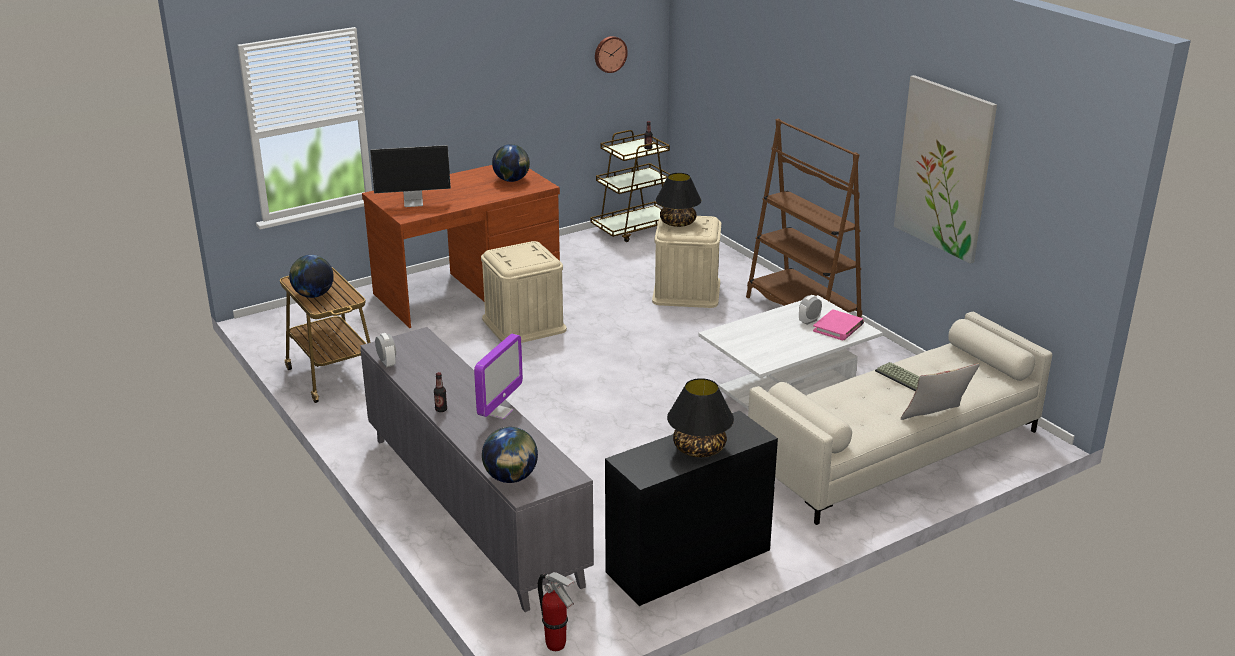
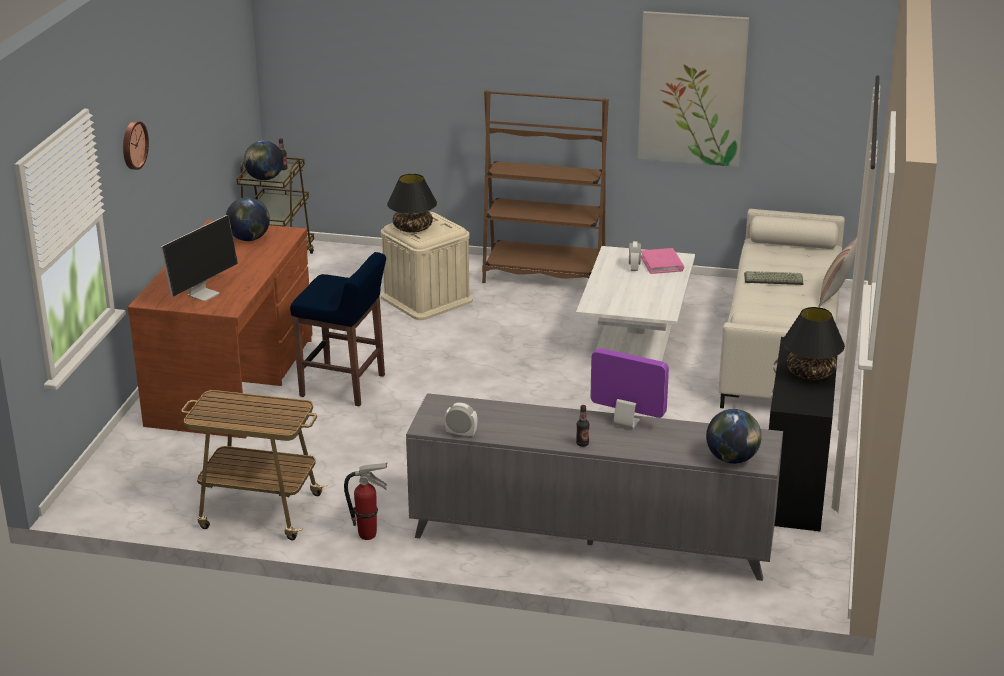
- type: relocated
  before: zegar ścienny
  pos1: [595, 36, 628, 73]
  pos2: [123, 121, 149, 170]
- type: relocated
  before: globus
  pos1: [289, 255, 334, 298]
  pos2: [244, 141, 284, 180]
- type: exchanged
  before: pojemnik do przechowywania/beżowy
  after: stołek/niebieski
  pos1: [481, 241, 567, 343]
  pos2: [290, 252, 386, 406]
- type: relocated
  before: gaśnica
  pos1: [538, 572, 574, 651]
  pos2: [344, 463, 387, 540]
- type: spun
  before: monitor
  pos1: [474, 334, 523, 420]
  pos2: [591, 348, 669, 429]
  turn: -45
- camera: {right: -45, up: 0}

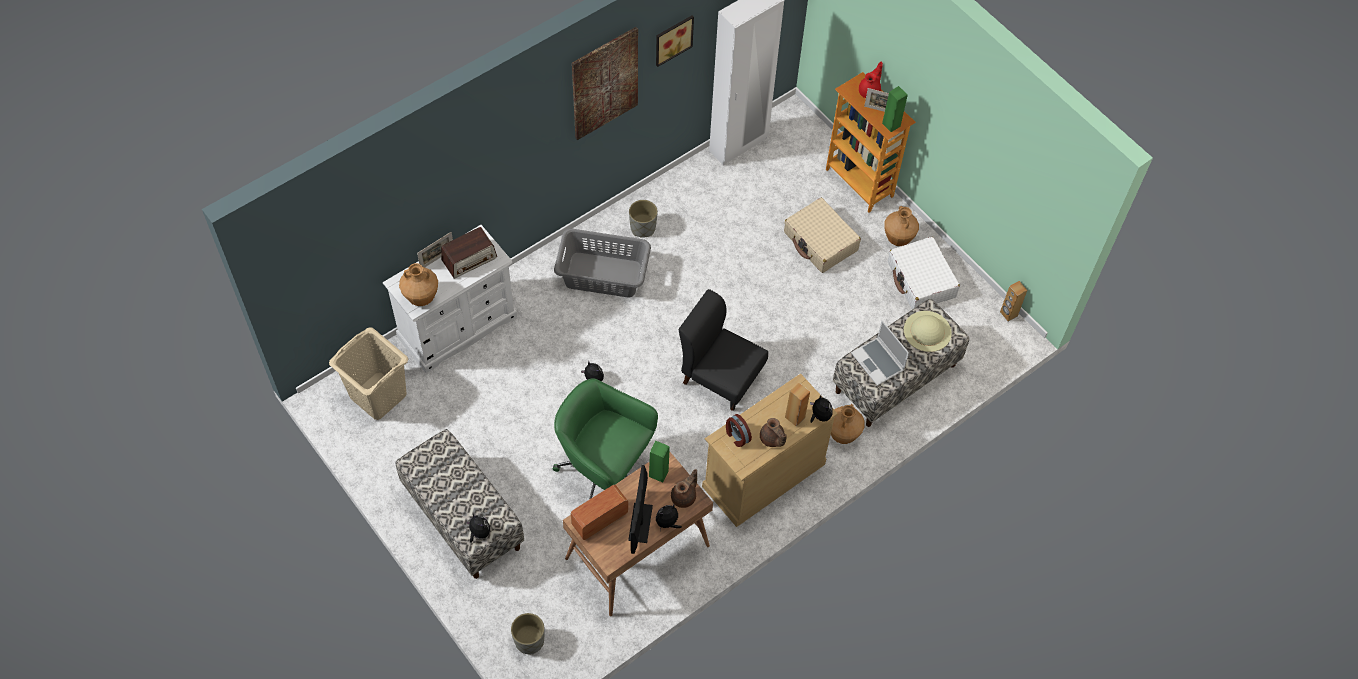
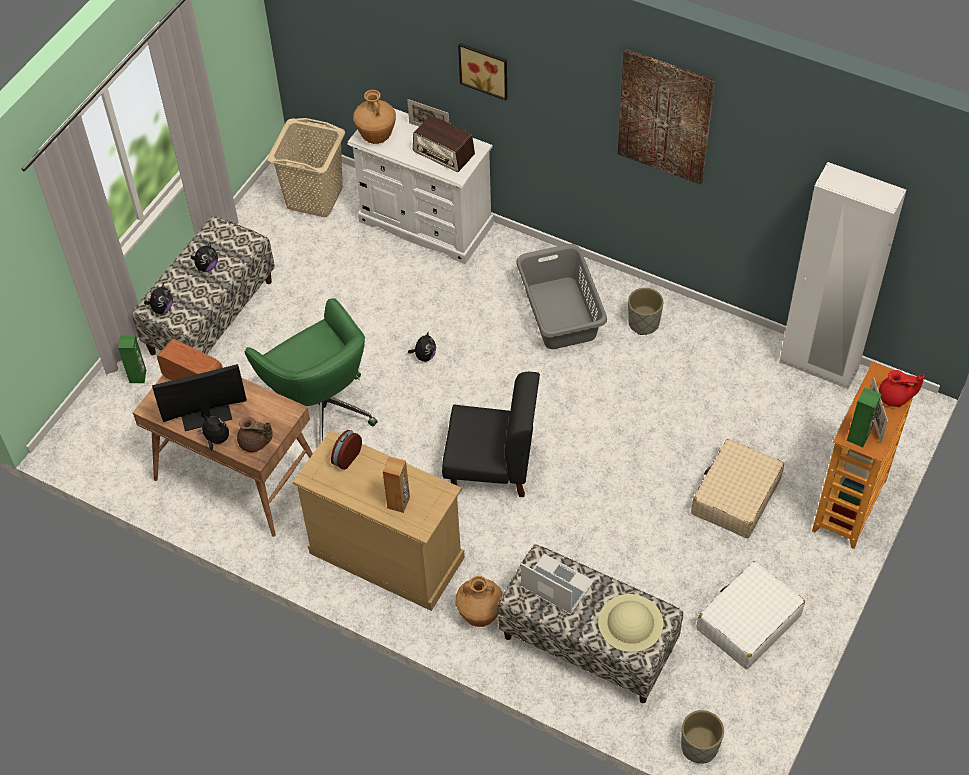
- type: relocated
  before: głośnik/zielony
  pos1: [649, 440, 670, 483]
  pos2: [118, 335, 146, 383]
- type: relocated
  before: pluszak
  pos1: [810, 395, 833, 423]
  pos2: [191, 242, 218, 272]
- type: spun
  before: krzesło biurowe/zielony
  pos1: [552, 378, 658, 500]
  pos2: [245, 298, 378, 443]
  turn: 135
- type: spun
  before: krzesło/czarny
  pos1: [679, 289, 768, 411]
  pos2: [442, 372, 540, 497]
  turn: 90
- type: relocated
  before: obraz
  pos1: [656, 15, 694, 67]
  pos2: [458, 43, 507, 100]
- type: spun
  before: laptop
  pos1: [851, 320, 909, 386]
  pos2: [521, 554, 594, 615]
  turn: 90
- type: relocated
  before: donica/szary
  pos1: [511, 613, 545, 655]
  pos2: [681, 710, 724, 764]
- type: missing
  before: imbryk/brązowy
  pos1: [760, 418, 787, 447]
- type: missing
  before: wazon/brązowy
  pos1: [884, 206, 919, 246]
- type: missing
  before: głośnik/brązowy
  pos1: [1000, 281, 1027, 321]
- camera: {right: 70, up: -5}

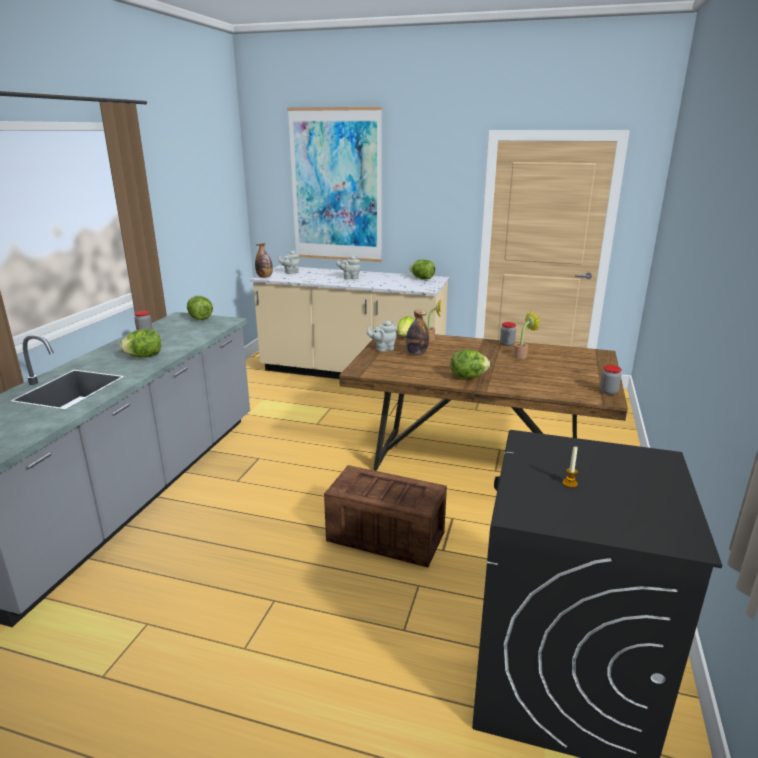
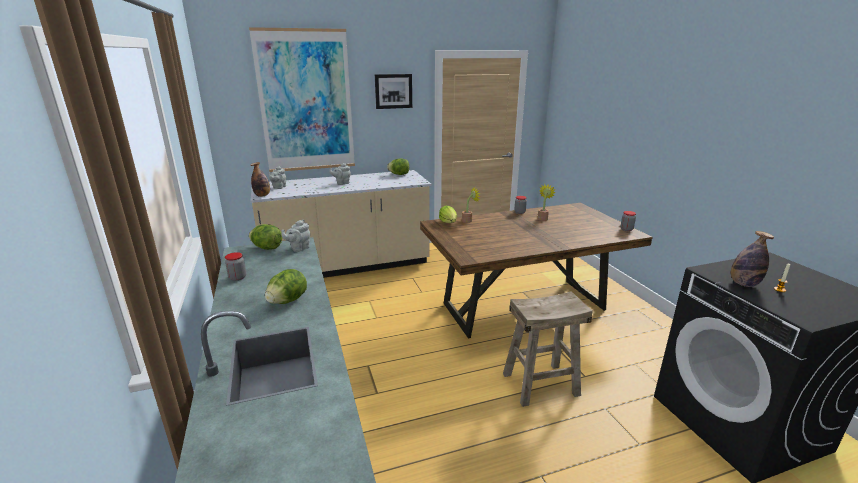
- type: relocated
  before: imbryk/szary
  pos1: [367, 321, 397, 352]
  pos2: [282, 219, 310, 252]
- type: appeared
  after: obraz
  pos2: [375, 74, 412, 109]
- type: exchanged
  before: skrzynka
  after: stołek/beżowy
  pos1: [324, 465, 447, 567]
  pos2: [503, 291, 593, 407]
- type: relocated
  before: butelka
  pos1: [406, 309, 429, 355]
  pos2: [731, 231, 774, 287]
- type: missing
  before: sałata
  pos1: [451, 350, 490, 379]
- camera: {right: -35, up: 0}

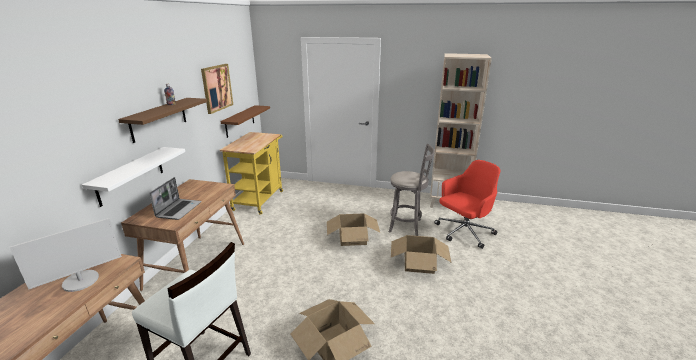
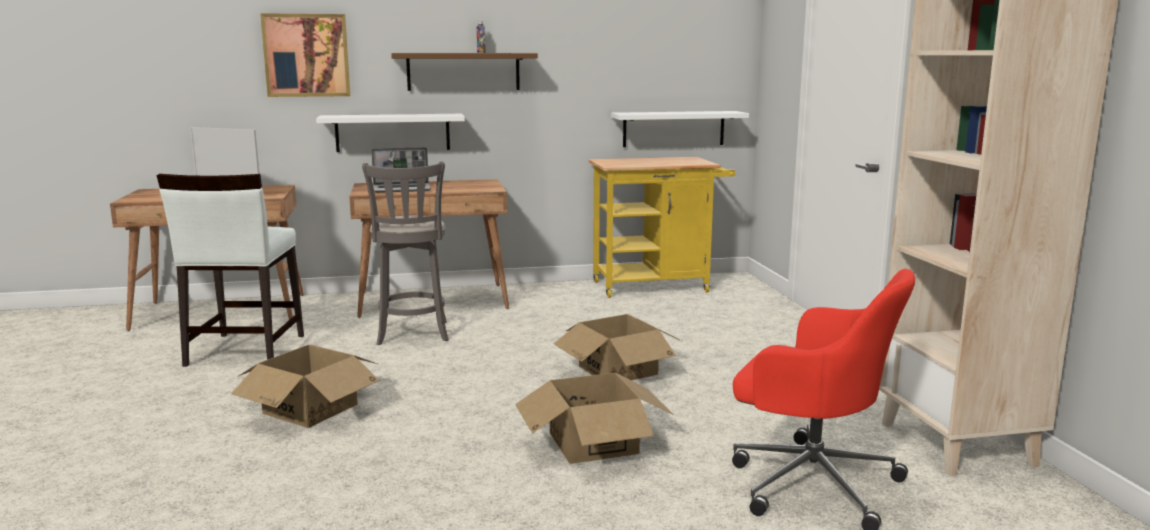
- type: relocated
  before: obraz
  pos1: [201, 64, 233, 114]
  pos2: [260, 13, 350, 97]
- type: relocated
  before: stołek/szary
  pos1: [389, 144, 435, 236]
  pos2: [362, 161, 449, 345]
- type: colour
  before: półka/brązowy
  after: półka/biały
  pos1: [221, 105, 270, 138]
  pos2: [611, 111, 749, 147]
- camera: {right: 65, up: -10}

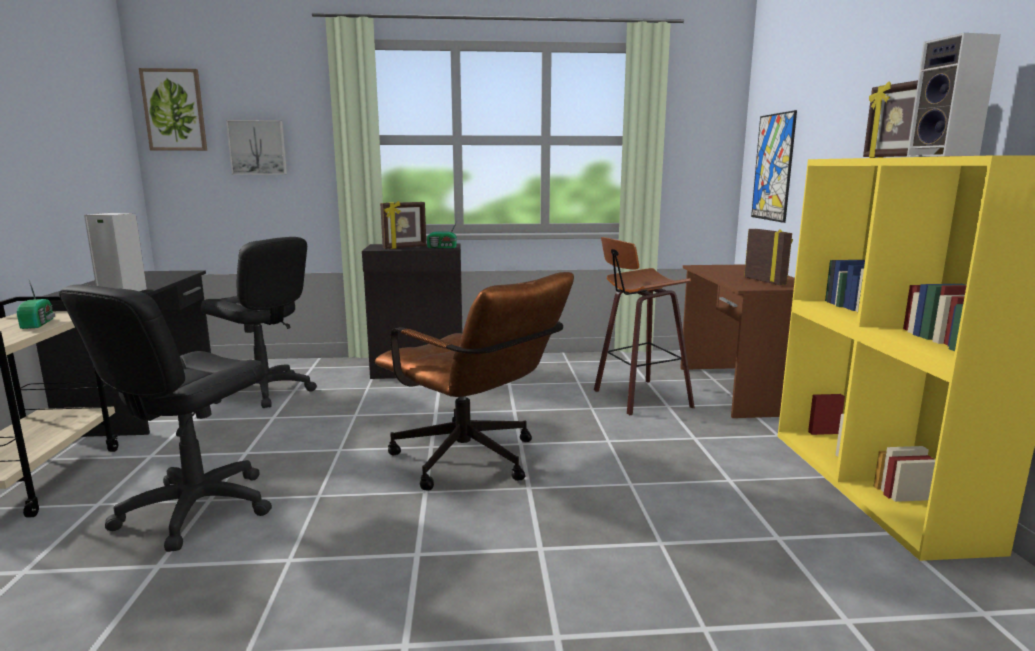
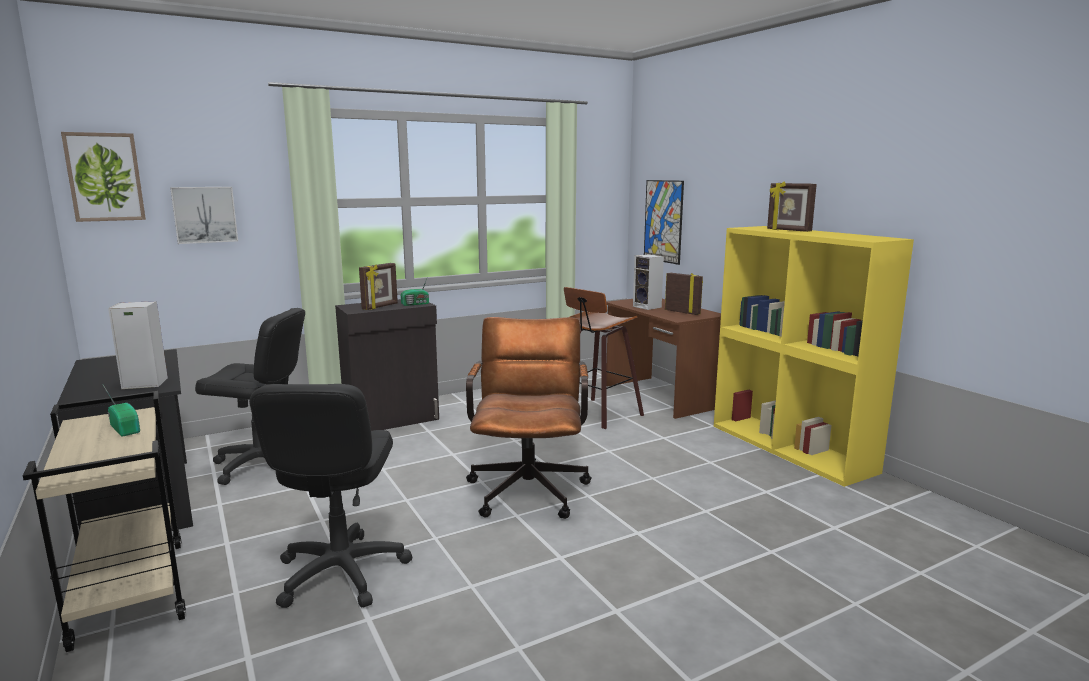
- type: spun
  before: krzesło biurowe/brązowy
  pos1: [375, 272, 574, 491]
  pos2: [466, 317, 592, 519]
  turn: -105
- type: relocated
  before: głośnik
  pos1: [907, 33, 1001, 157]
  pos2: [633, 254, 664, 310]
- camera: {right: -25, up: 0}

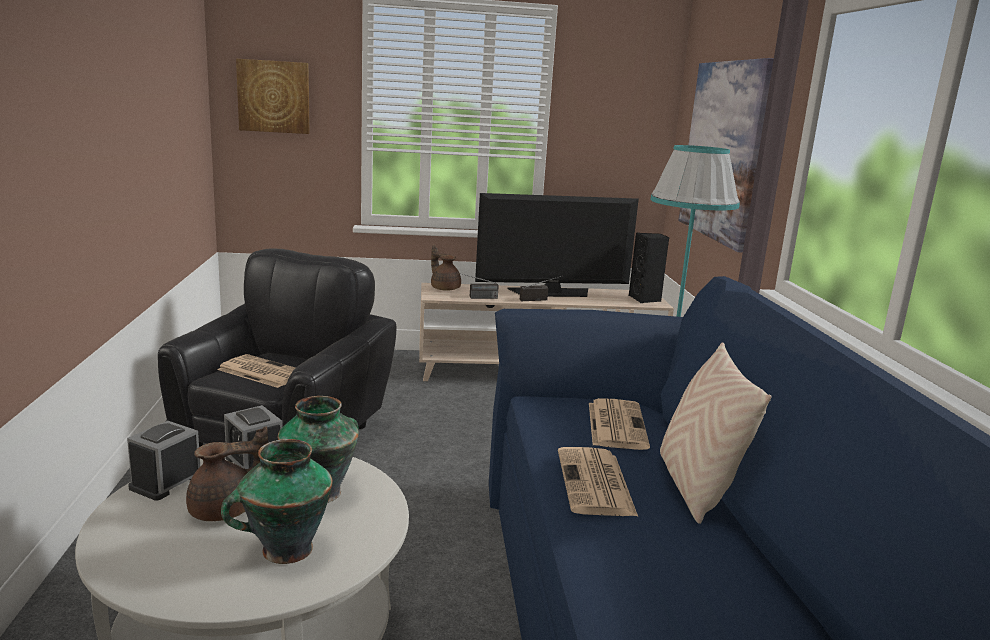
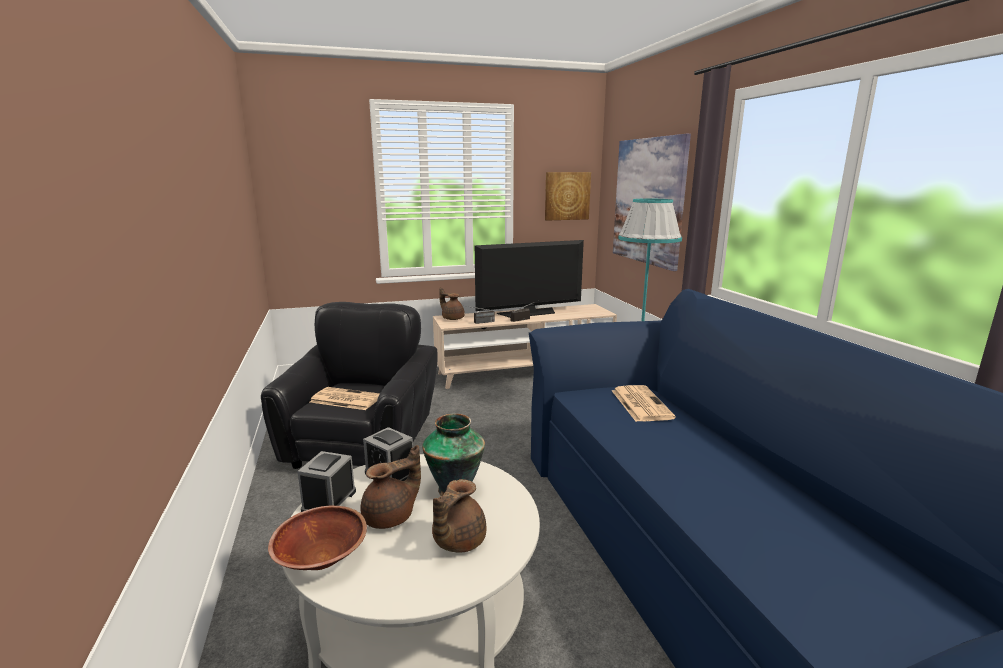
- type: appeared
  after: miska/brązowy
  pos2: [268, 506, 367, 570]
- type: exchanged
  before: wazon
  after: imbryk/brązowy
  pos1: [221, 439, 333, 564]
  pos2: [432, 479, 486, 553]
- type: relocated
  before: obraz
  pos1: [236, 59, 310, 134]
  pos2: [545, 172, 591, 221]
- type: missing
  before: gazeta
  pos1: [558, 447, 638, 516]
- type: missing
  before: głośnik/czarny
  pos1: [629, 233, 669, 303]
- type: missing
  before: poduszka/beżowy
  pos1: [660, 343, 771, 524]
- camera: {right: -10, up: 0}

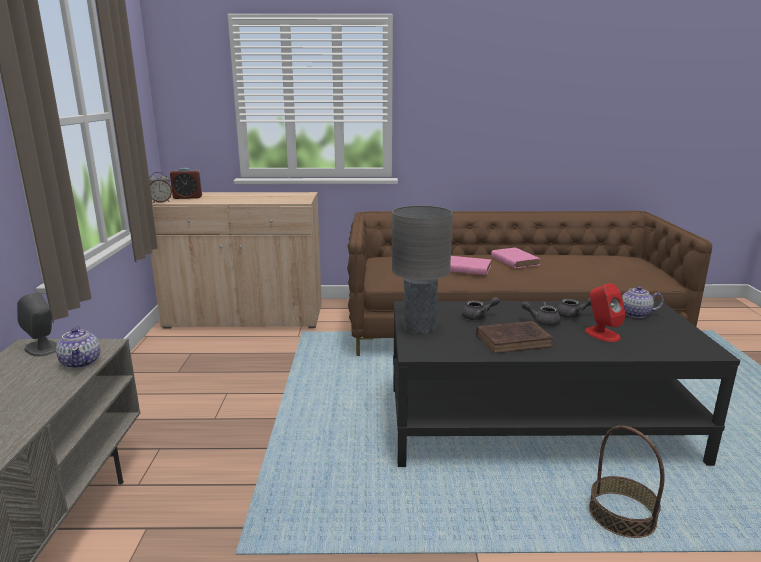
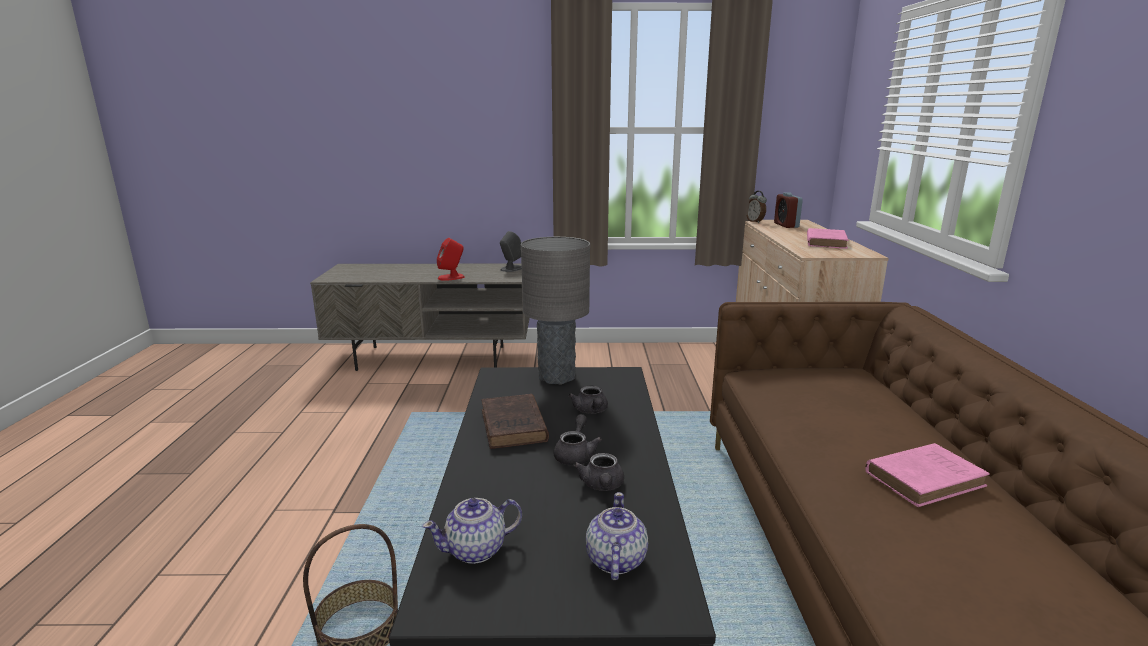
- type: relocated
  before: imbryk
  pos1: [56, 326, 101, 369]
  pos2: [422, 498, 522, 564]
- type: relocated
  before: głośnik/czerwony
  pos1: [585, 283, 625, 342]
  pos2: [437, 238, 465, 281]
- type: relocated
  before: książka/różowy
  pos1: [450, 256, 491, 275]
  pos2: [807, 228, 848, 249]
- camera: {right: 90, up: 0}

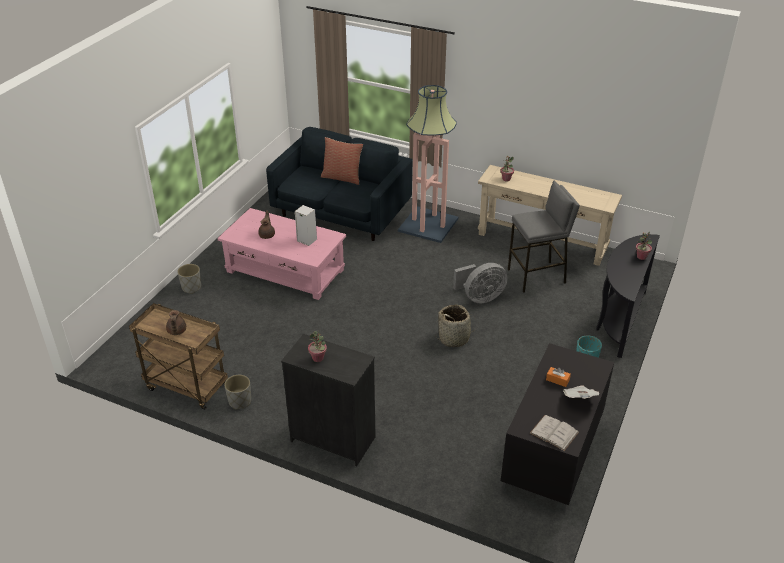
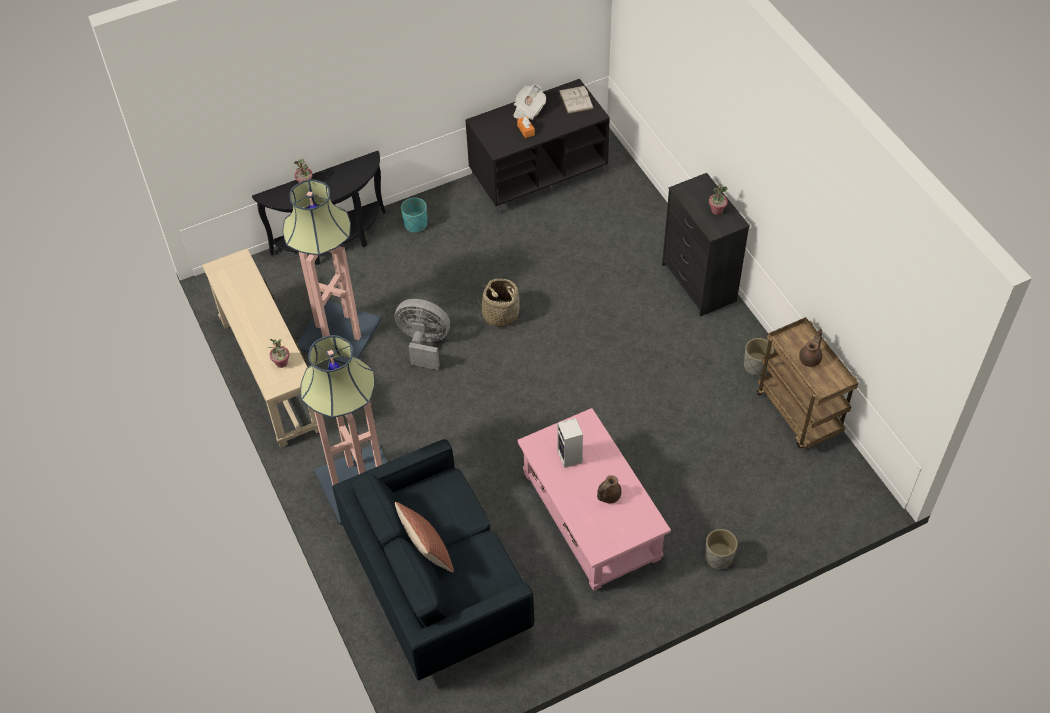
- type: exchanged
  before: stołek/szary
  after: lampa stojąca
  pos1: [508, 181, 580, 293]
  pos2: [283, 179, 381, 364]
- camera: {right: -140, up: 15}

